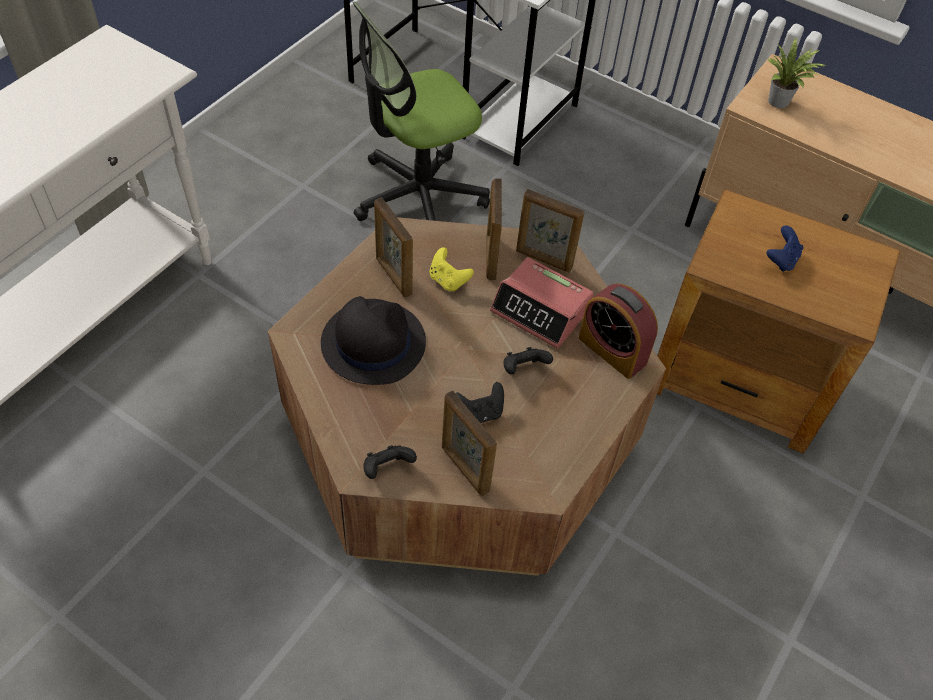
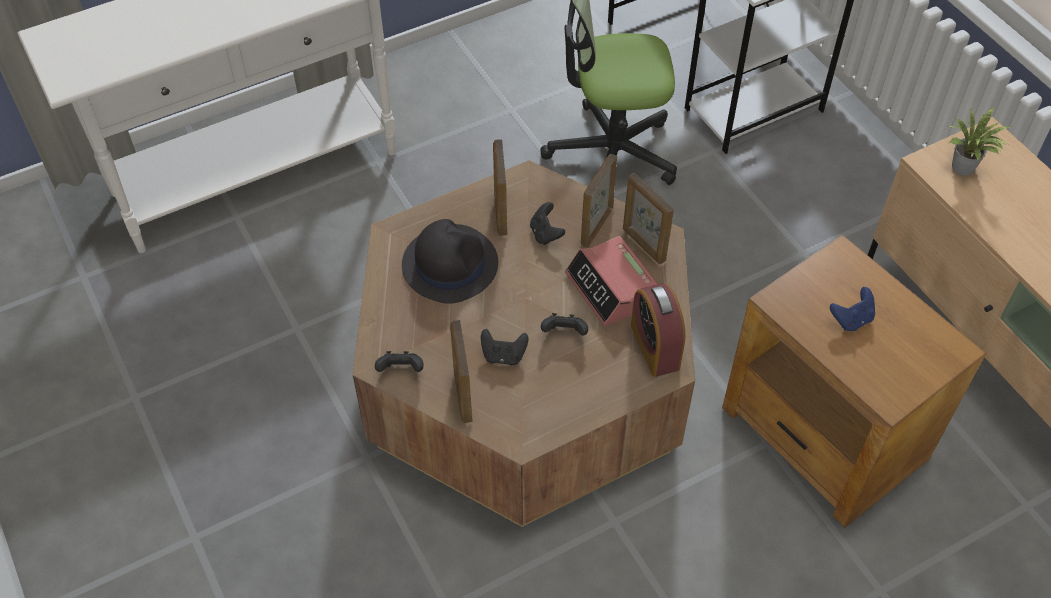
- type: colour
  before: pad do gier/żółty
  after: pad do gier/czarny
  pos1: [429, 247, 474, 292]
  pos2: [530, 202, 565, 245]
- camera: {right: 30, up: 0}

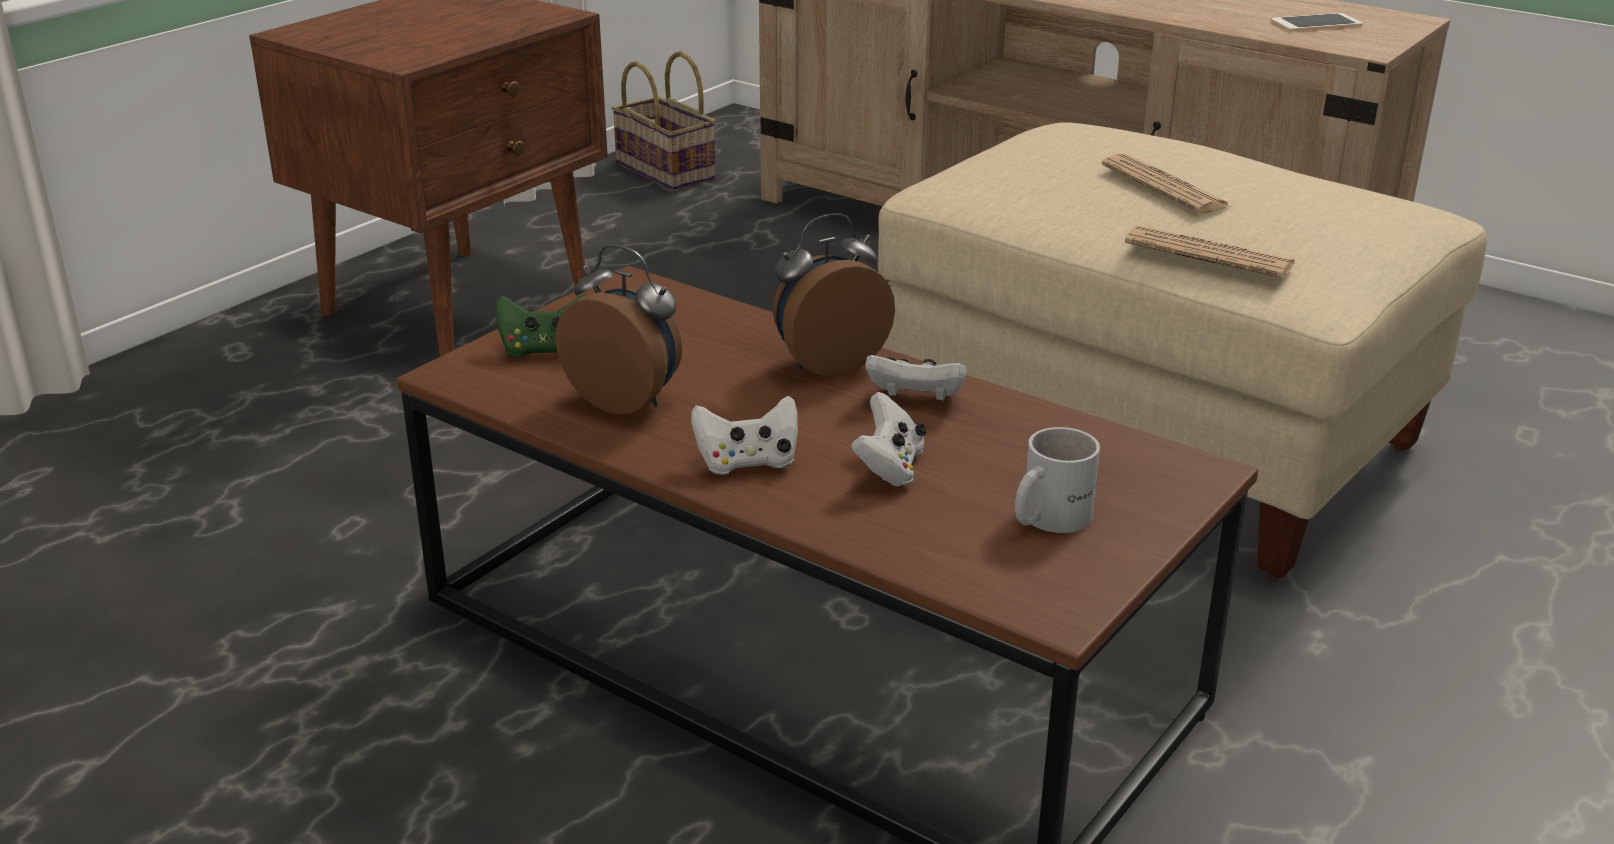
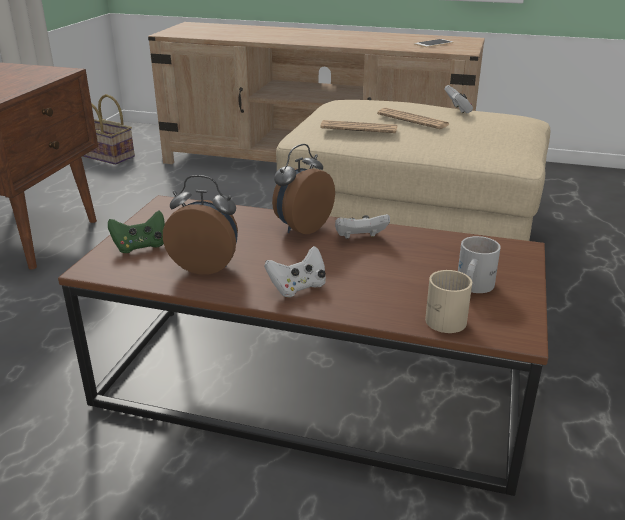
- type: relocated
  before: gazeta
  pos1: [1125, 225, 1295, 278]
  pos2: [320, 120, 397, 133]
- type: appeared
  after: kubek/beżowy
  pos2: [425, 270, 472, 333]
- type: relocated
  before: pad do gier/biały
  pos1: [851, 392, 926, 487]
  pos2: [444, 85, 473, 113]
- camera: {right: -20, up: 0}

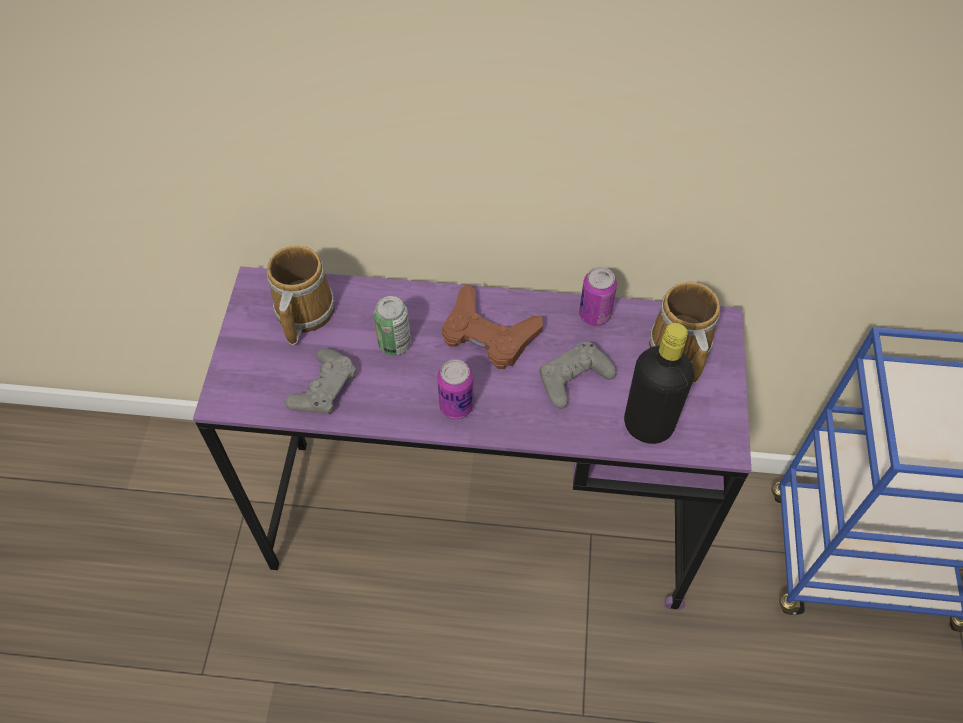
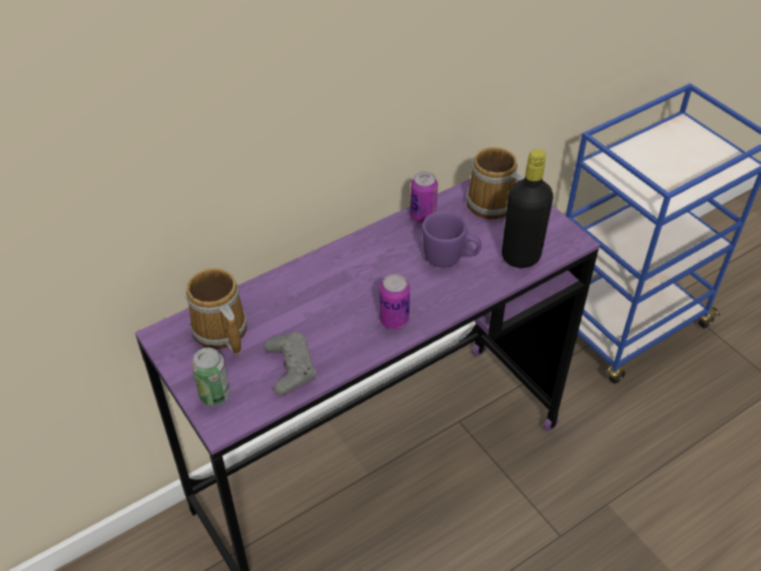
- type: relocated
  before: puszka
  pos1: [373, 296, 411, 355]
  pos2: [191, 348, 230, 406]
- type: exchanged
  before: pad do gier/szary
  after: kubek/fioletowy
  pos1: [539, 342, 616, 409]
  pos2: [422, 211, 482, 268]
- type: missing
  before: pad do gier/brązowy
  pos1: [442, 284, 543, 369]
- camera: {right: -40, up: -10}

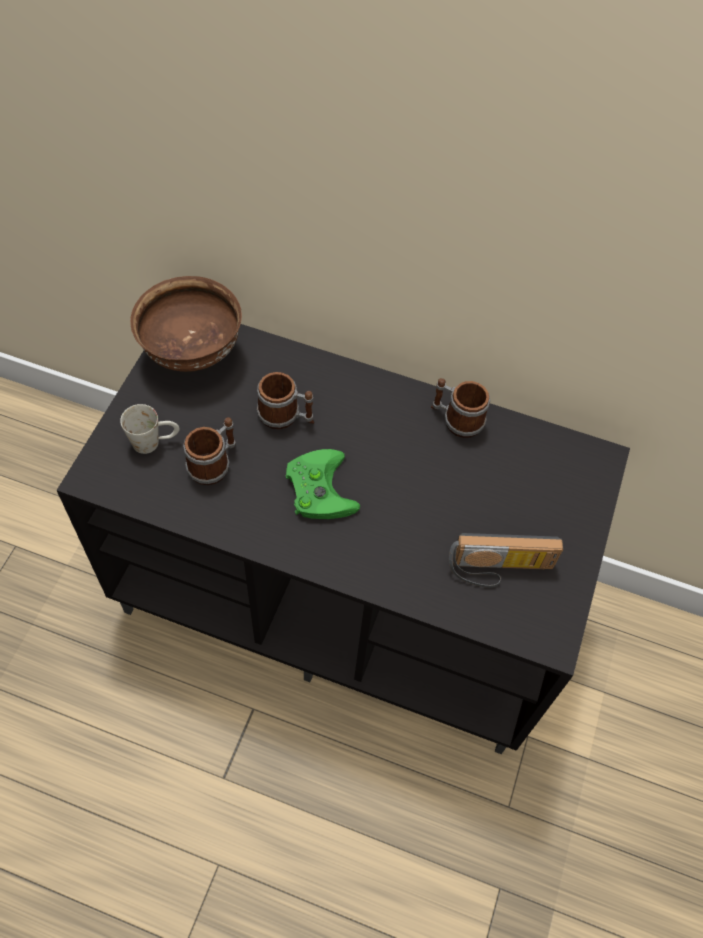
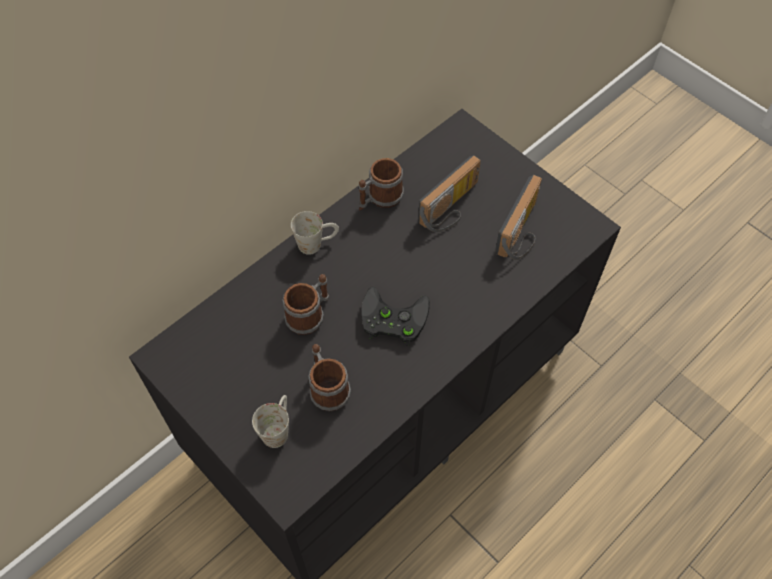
- type: appeared
  after: kubek/biały
  pos2: [291, 211, 339, 255]
- type: colour
  before: pad do gier/zielony
  after: pad do gier/czarny
  pos1: [286, 449, 360, 519]
  pos2: [361, 287, 430, 346]
- type: appeared
  after: radio
  pos2: [418, 155, 481, 232]
- type: missing
  before: miska/brązowy
  pos1: [130, 276, 242, 372]
- camera: {right: -60, up: 0}

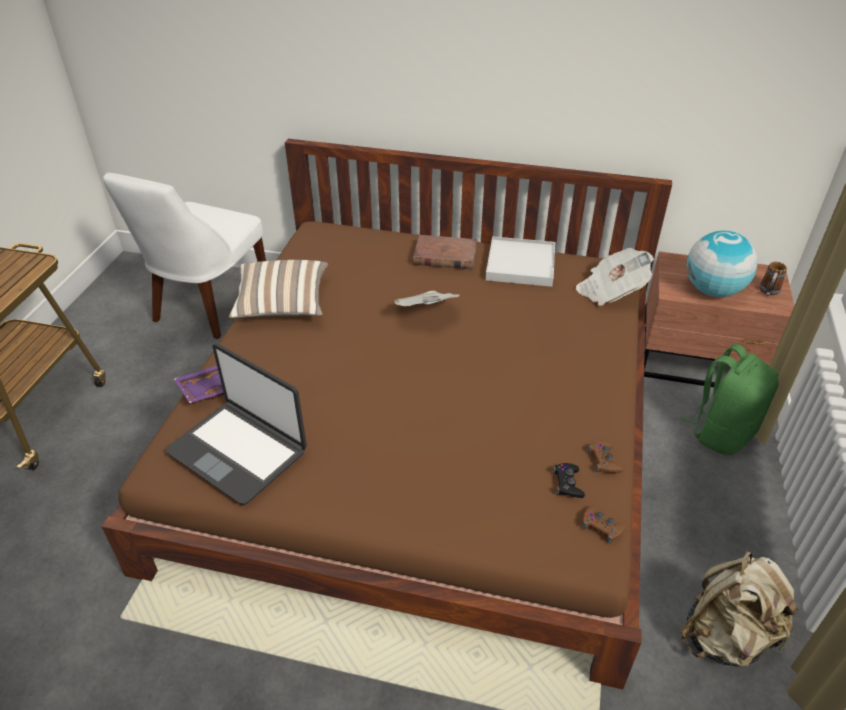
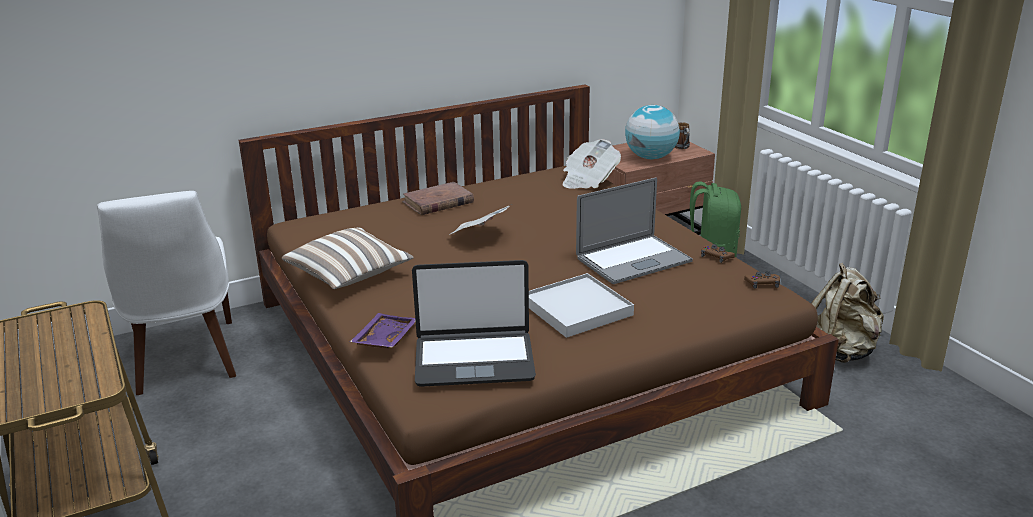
- type: relocated
  before: taca/biały
  pos1: [486, 236, 556, 287]
  pos2: [529, 273, 634, 338]
- type: appeared
  after: laptop
  pos2: [576, 178, 693, 284]
- type: missing
  before: pad do gier/czarny
  pos1: [553, 463, 585, 498]
- camera: {right: -40, up: -15}

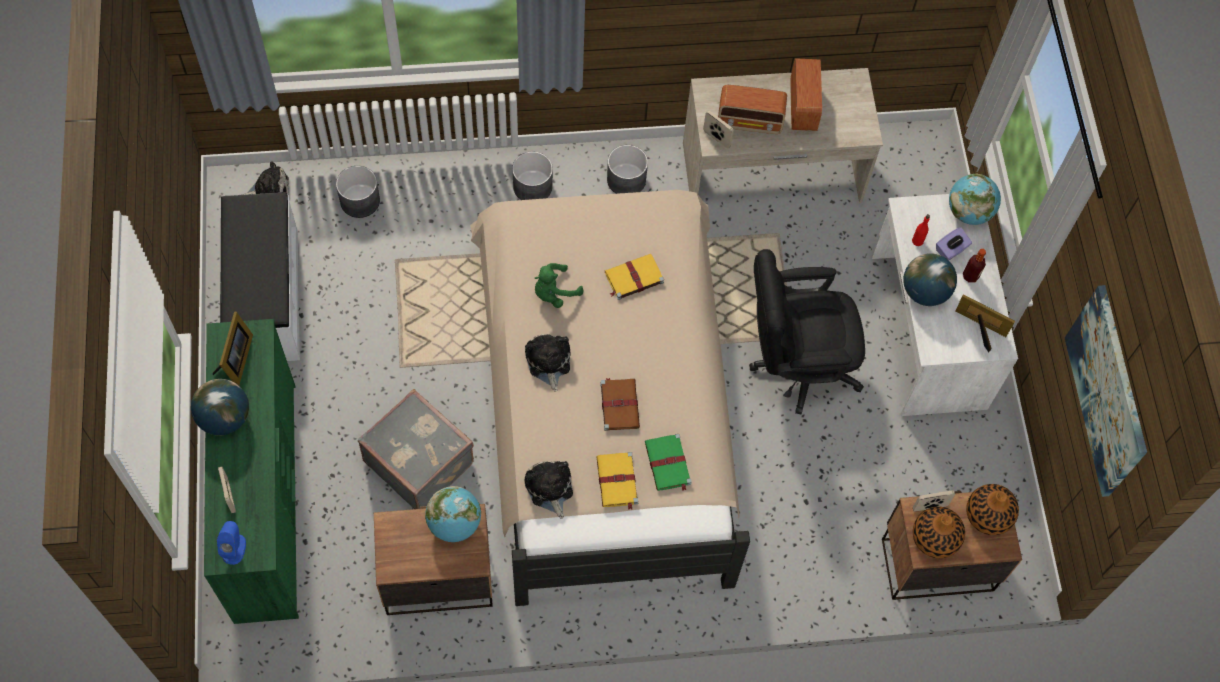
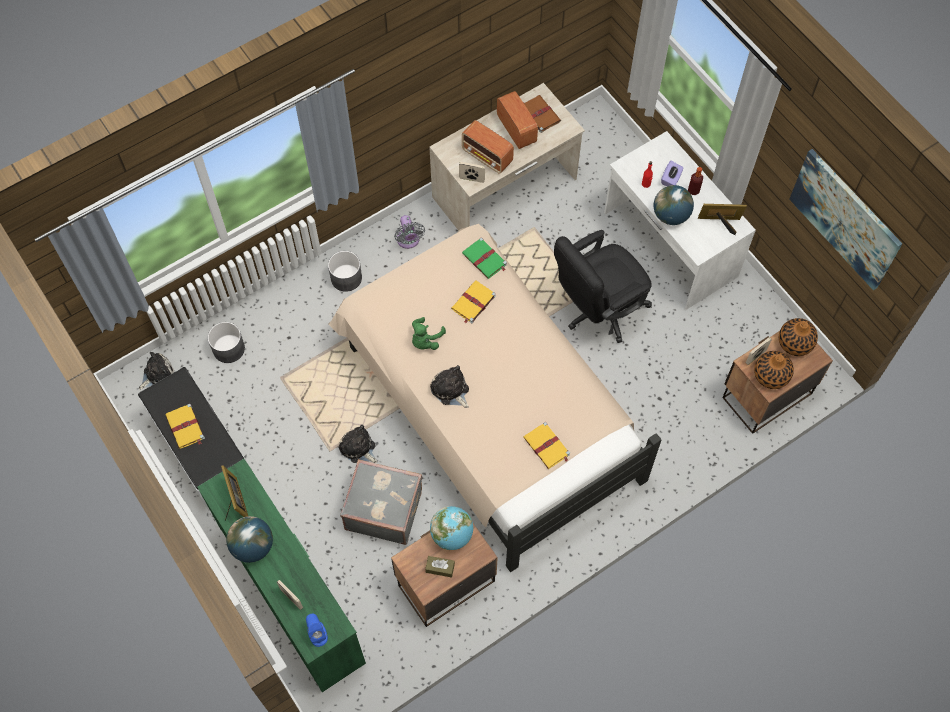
- type: appeared
  after: książka/żółty
  pos2: [165, 404, 205, 449]
- type: relocated
  before: pluszak
  pos1: [525, 461, 573, 519]
  pos2: [339, 425, 378, 463]
- type: exchanged
  before: donica/szary
  after: wentylator/szary
  pos1: [607, 145, 648, 194]
  pos2: [394, 215, 425, 249]
- type: appeared
  after: pudełko chusteczek/brązowy
  pos2: [425, 556, 455, 578]
- type: spun
  before: radio
  pos1: [718, 84, 787, 134]
  pos2: [462, 120, 514, 174]
  turn: 60
- type: relocated
  before: książka/zielony
  pos1: [645, 434, 692, 491]
  pos2: [462, 238, 507, 279]
- type: relocated
  before: książka/brązowy
  pos1: [600, 378, 640, 431]
  pos2: [524, 95, 561, 133]
- type: missing
  before: globus
  pos1: [949, 174, 1001, 225]
- camera: {right: -25, up: 0}

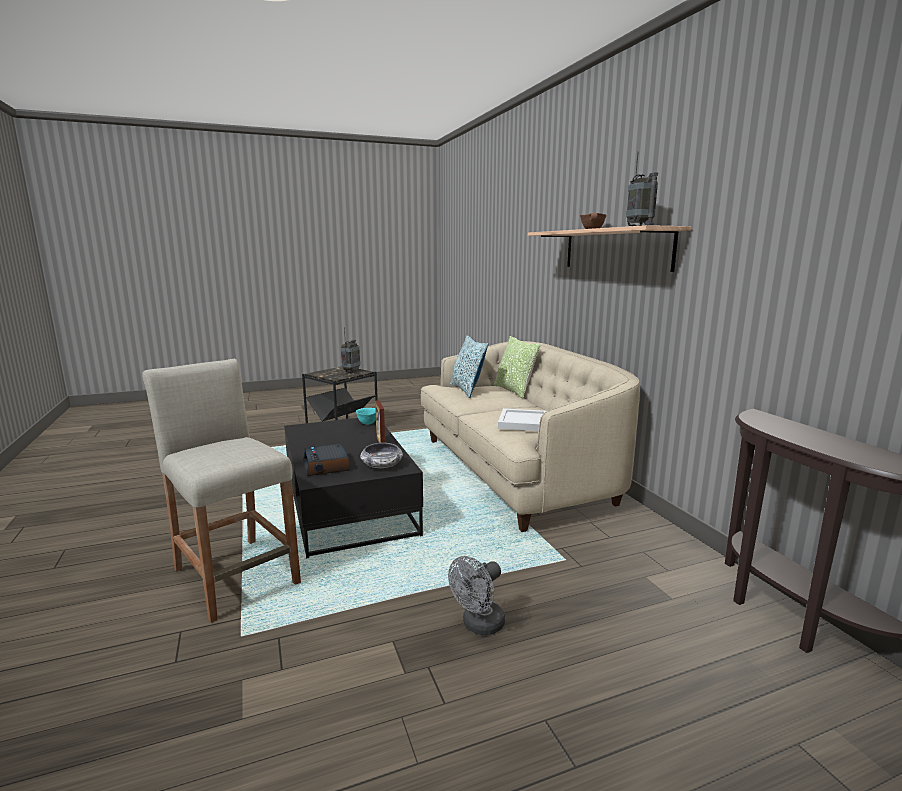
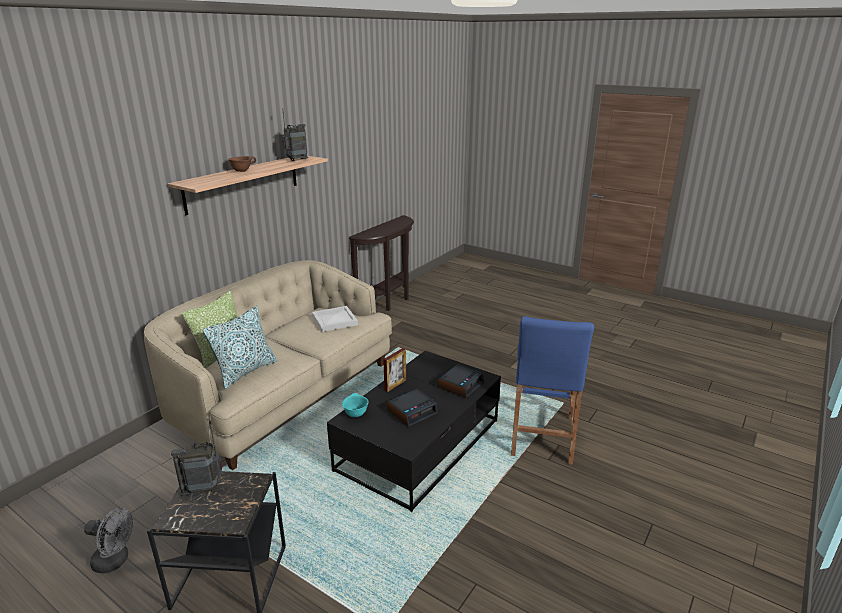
- type: relocated
  before: wentylator/szary
  pos1: [448, 556, 505, 635]
  pos2: [84, 508, 133, 574]
- type: appeared
  after: budzik
  pos2: [387, 389, 438, 427]
- type: colour
  before: stołek/beżowy
  after: stołek/niebieski
  pos1: [142, 359, 301, 623]
  pos2: [511, 316, 594, 465]
- type: missing
  before: miska
  pos1: [360, 443, 403, 468]
- camera: {right: -125, up: 10}

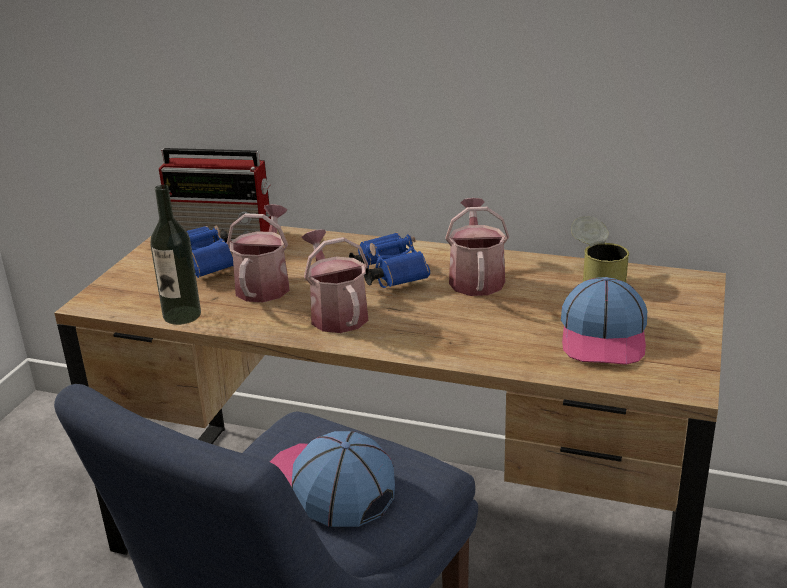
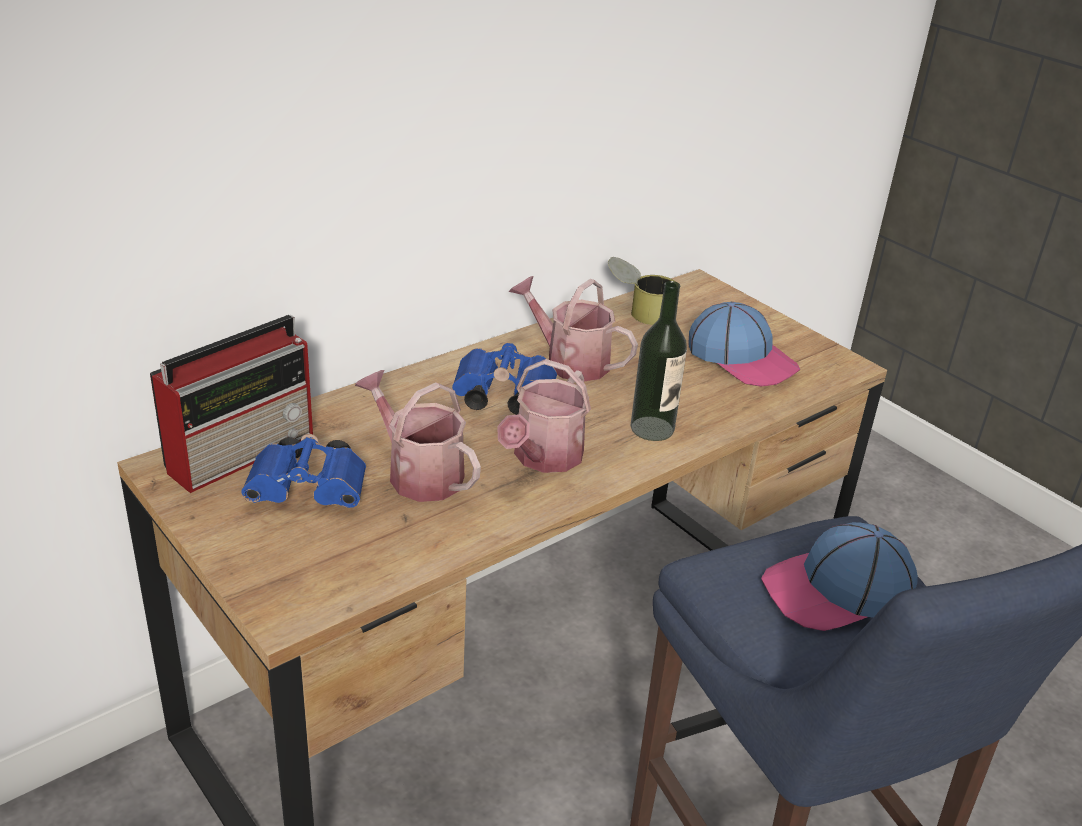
- type: spun
  before: konewka
  pos1: [301, 229, 368, 333]
  pos2: [497, 359, 591, 473]
  turn: -75
- type: relocated
  before: butelka
  pos1: [150, 185, 201, 325]
  pos2: [631, 281, 687, 441]
- camera: {right: -60, up: 5}

